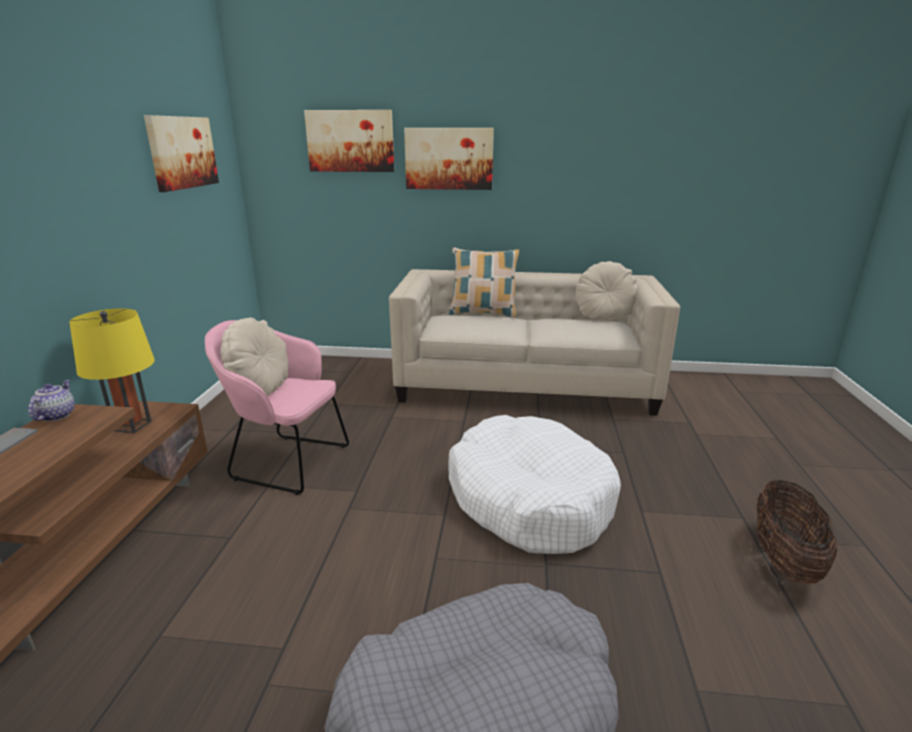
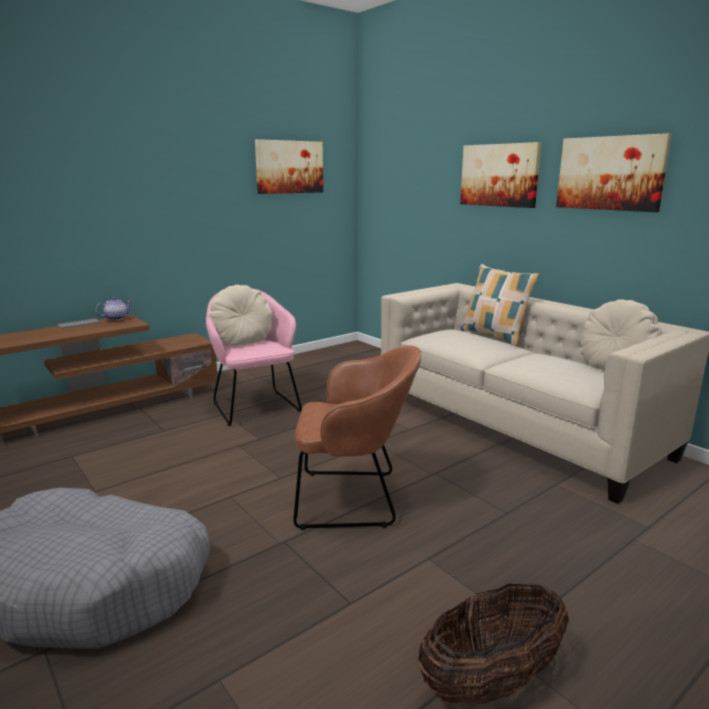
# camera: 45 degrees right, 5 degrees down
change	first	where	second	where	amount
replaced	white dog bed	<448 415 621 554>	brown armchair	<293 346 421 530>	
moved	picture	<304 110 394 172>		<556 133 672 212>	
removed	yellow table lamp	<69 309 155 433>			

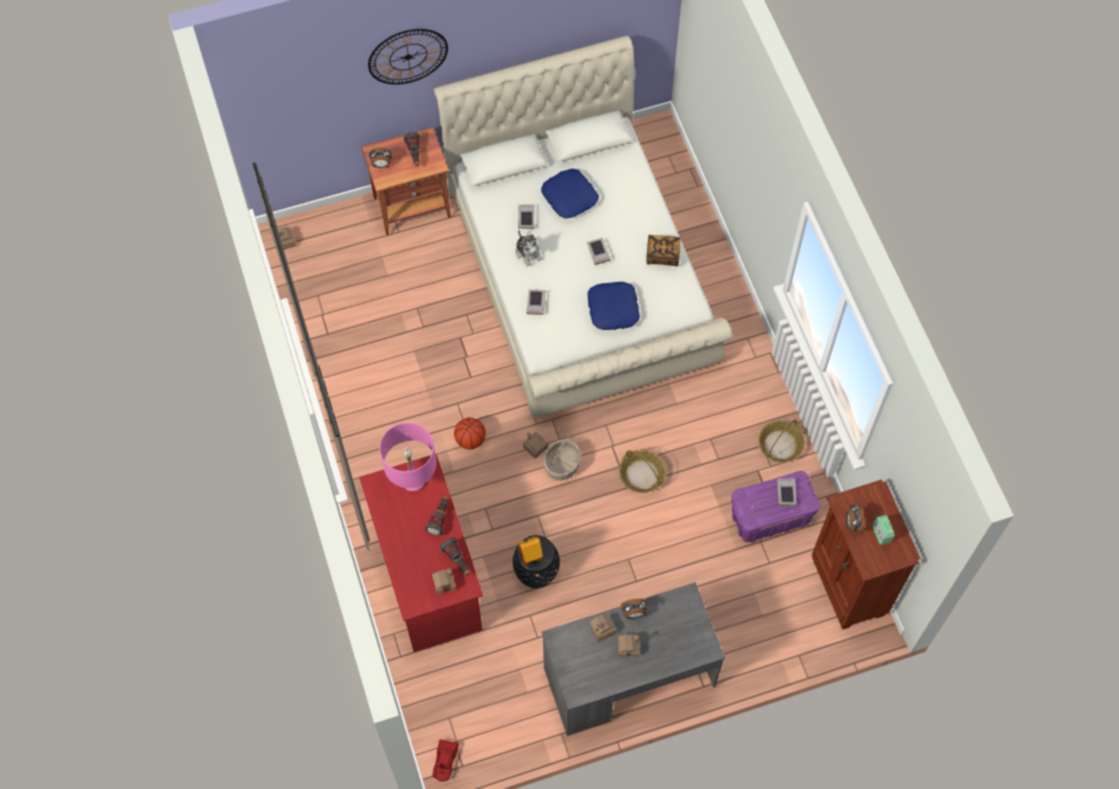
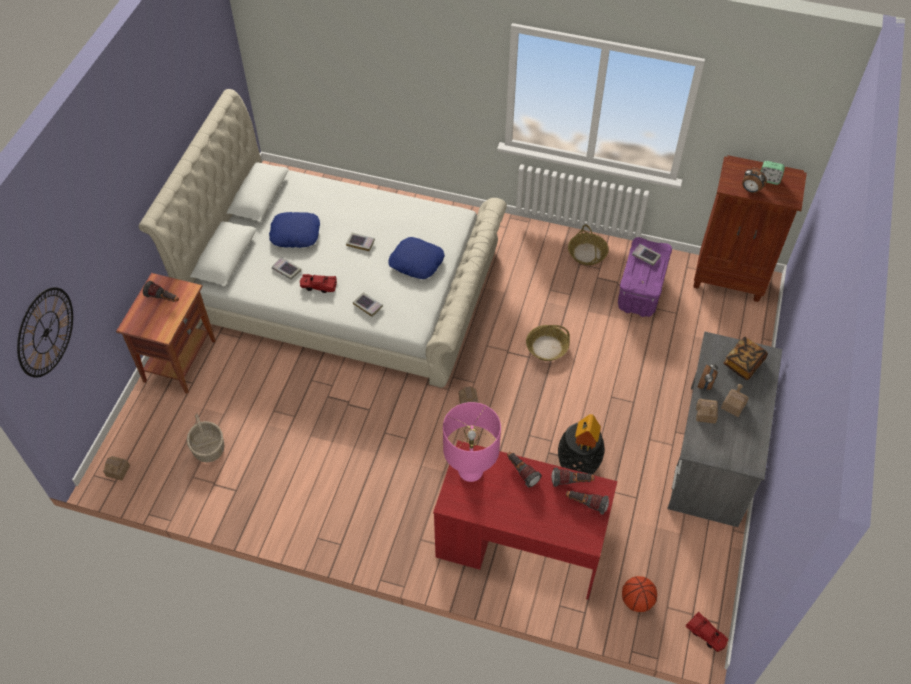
# camera: 55 degrees left, 10 degrees down
change	first	where	second	where	amount
moved	wall clock	<368 29 448 85>		<17 287 73 378>	
moved	basket	<543 436 581 480>		<187 414 225 463>	
replaced	plush toy	<516 229 542 267>	red toy car	<300 274 337 293>	
replaced	toy house	<432 568 456 595>	flashlight	<566 491 609 515>	
moved	basketball	<454 418 486 449>		<622 576 657 612>	
moved	book	<646 235 681 266>		<723 336 768 380>	
removed	alarm clock	<369 148 392 168>			

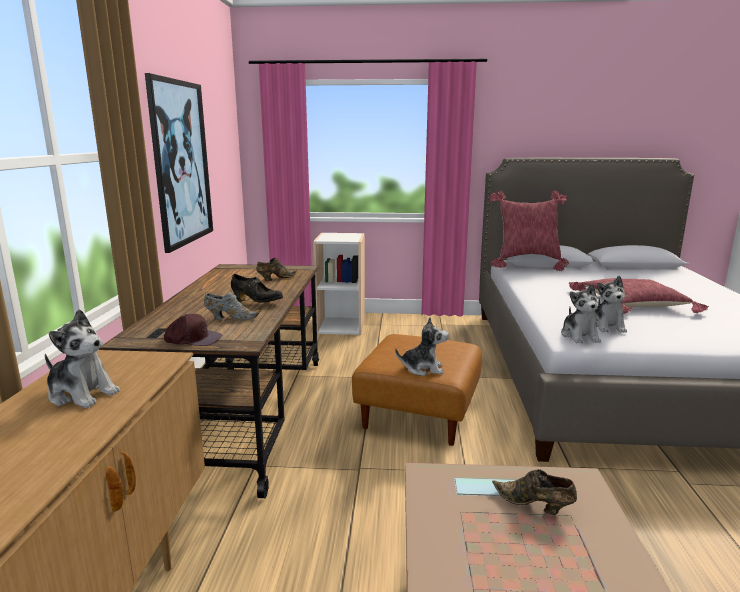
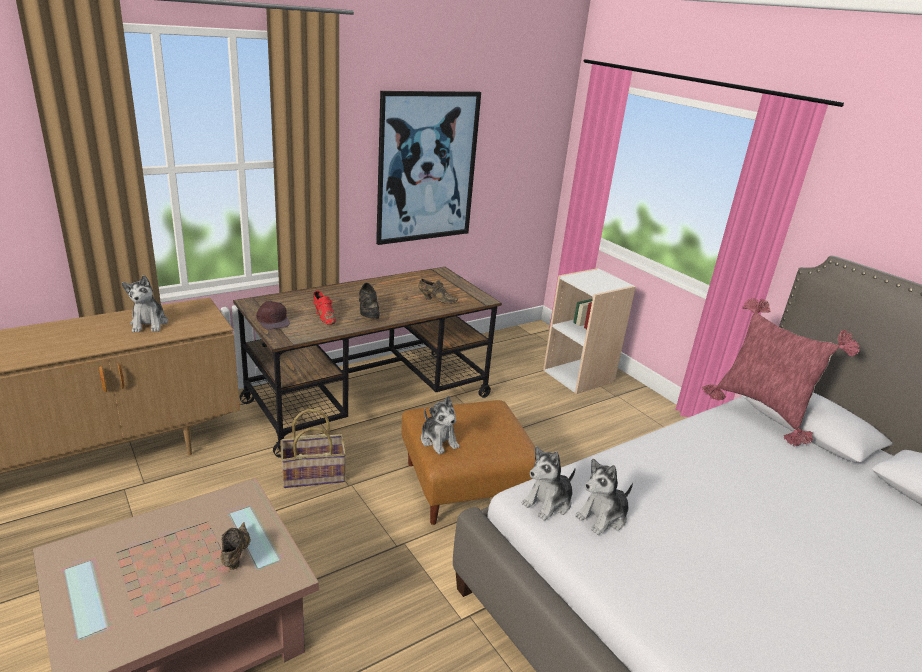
# camera: 50 degrees right, 10 degrees up
change	first	where	second	where	amount
added			basket	<280 409 346 488>	
recoloured	grey shoe	<204 292 259 320>	red shoe	<313 291 336 325>	
removed	red pillow	<569 278 709 314>			

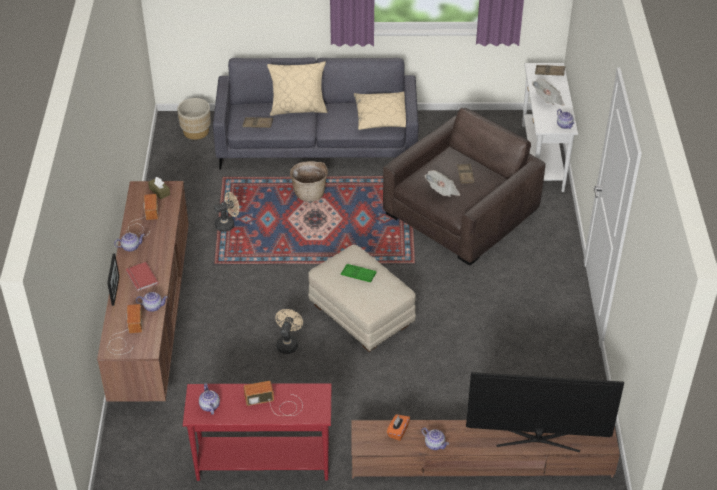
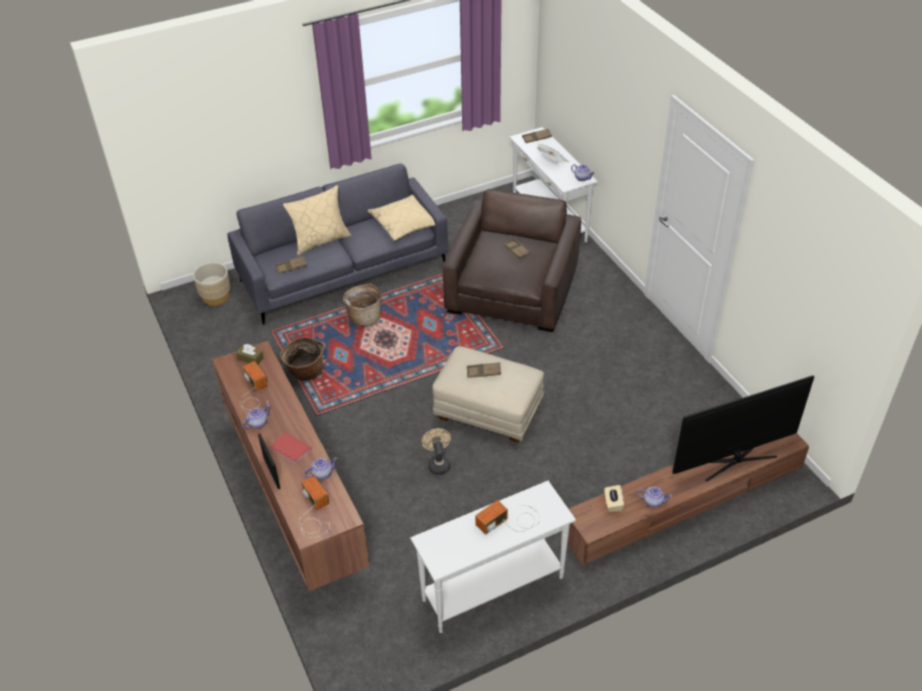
# camera: 25 degrees left, 0 degrees up
change	first	where	second	where	amount
replaced	beige fan	<214 192 240 232>	basket	<280 337 324 381>	
recoloured	red console table	<183 383 332 481>	white console table	<410 481 576 633>	
recoloured	green tray	<341 264 377 282>	brown tray	<467 362 501 378>	
recoloured	orange tissue box	<387 414 410 441>	beige tissue box	<604 485 624 512>	
removed	teapot	<199 383 220 415>			
removed	newspaper	<424 170 461 197>			

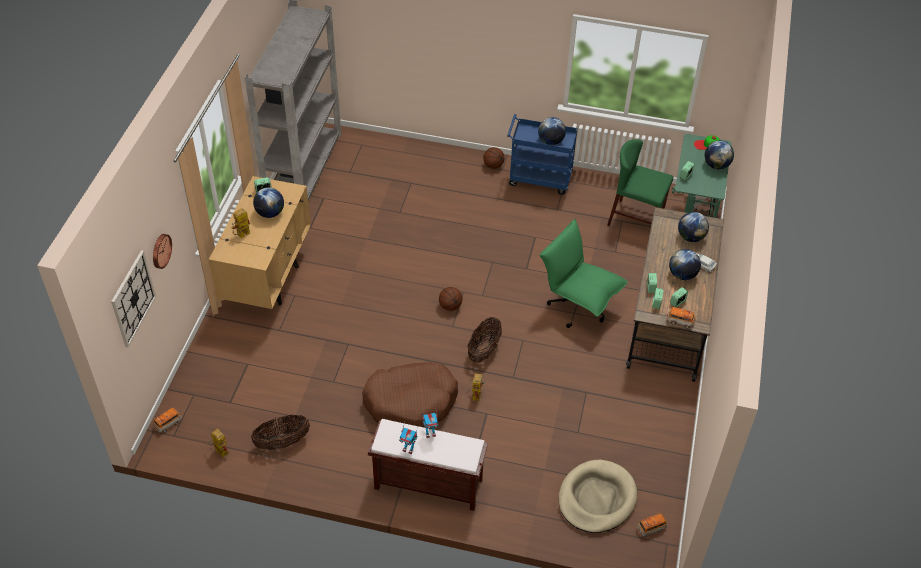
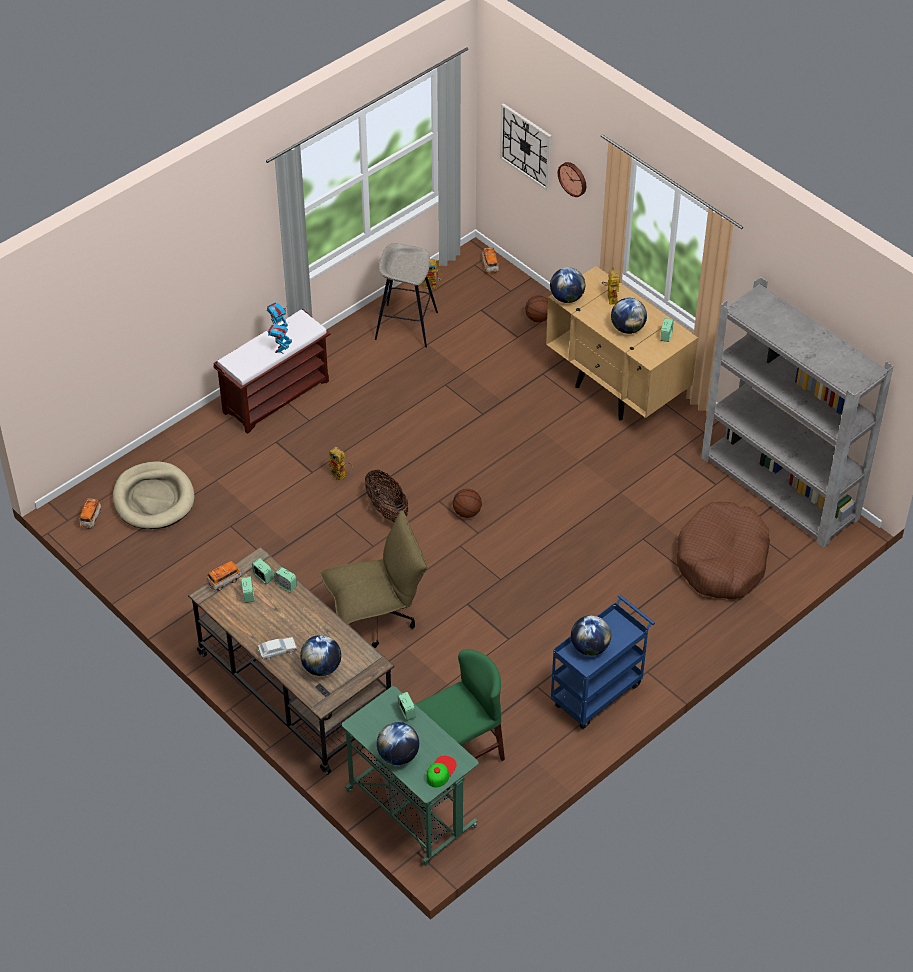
# camera: 125 degrees right, 0 degrees up
change	first	where	second	where	amount
recoloured	green office chair	<540 219 628 328>	beige office chair	<320 510 428 648>	
replaced	basket	<251 415 310 450>	grey stool	<375 243 438 348>	
moved	basketball	<483 147 505 169>		<525 295 548 322>	
moved	globe	<669 249 701 280>		<550 267 585 303>	
moved	brown dog bed	<362 362 458 428>		<677 501 770 599>	

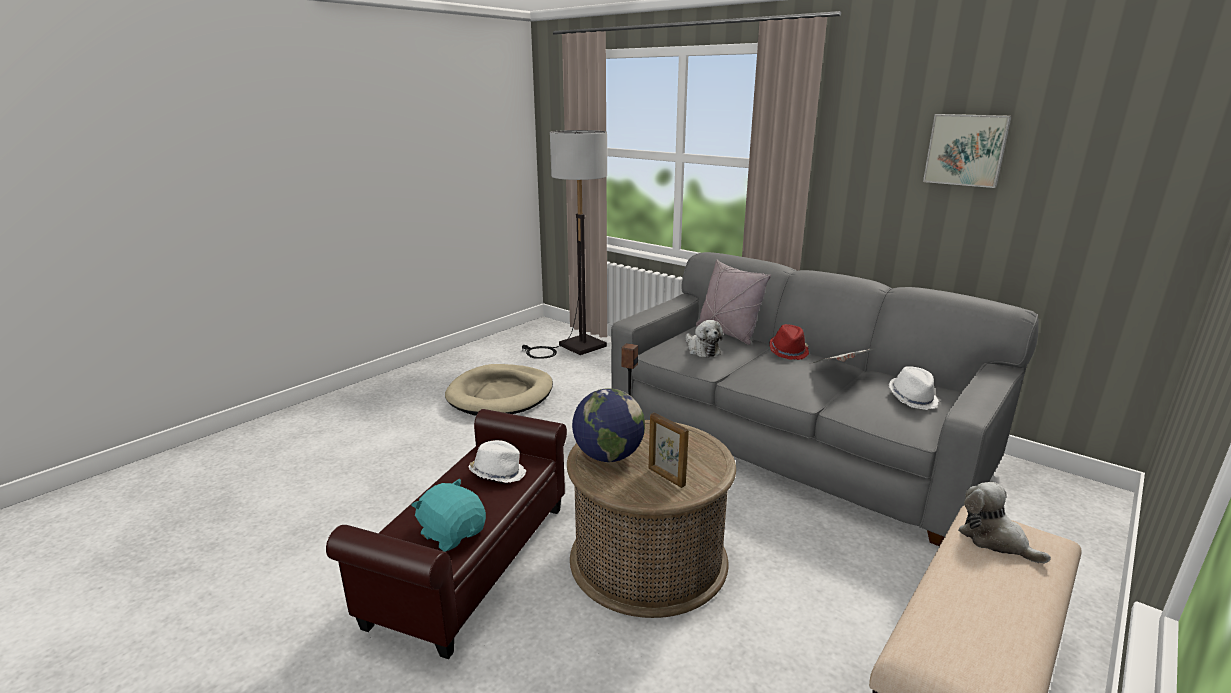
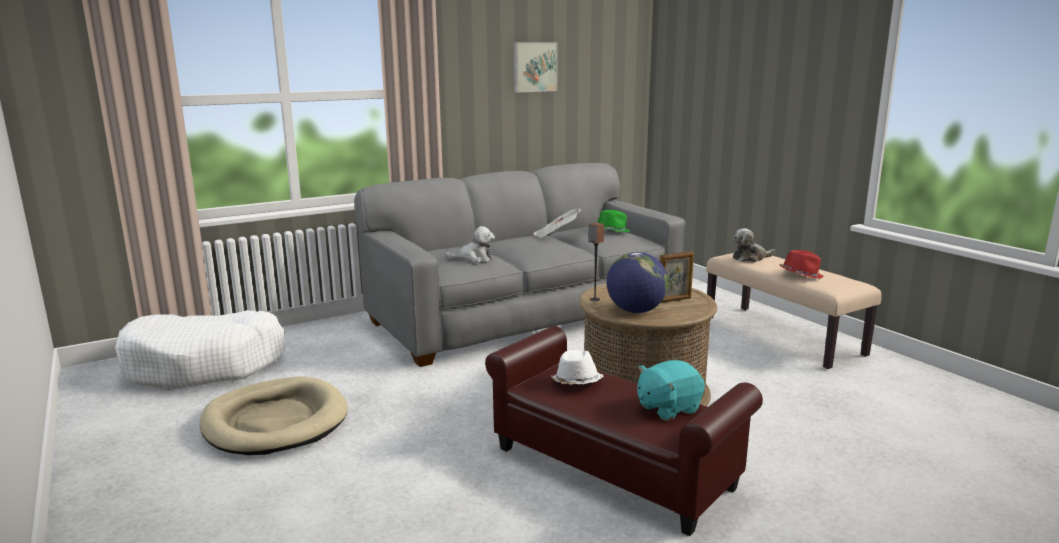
# camera: 70 degrees left, 5 degrees down
change	first	where	second	where	amount
replaced	floor lamp	<522 130 607 359>	white dog bed	<115 310 285 390>	
recoloured	white hat	<889 366 939 410>	green hat	<596 210 630 232>	
moved	red hat	<769 324 809 360>		<780 250 823 279>	
removed	purple pillow	<696 259 771 345>			

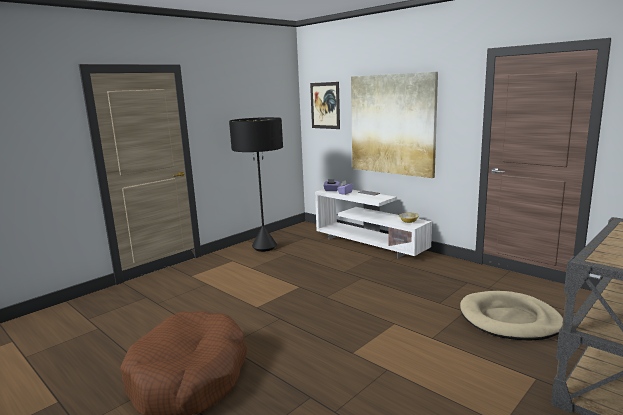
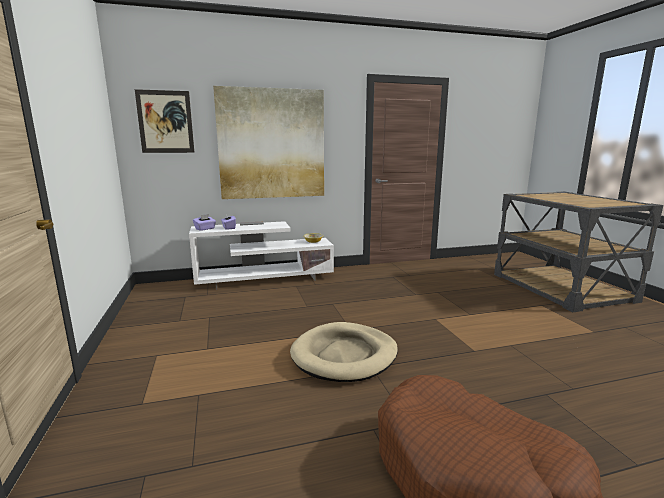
# camera: 60 degrees left, 0 degrees up
change	first	where	second	where	amount
moved	beige dog bed	<460 291 563 341>		<290 322 398 382>	
removed	black floor lamp	<229 117 283 252>			

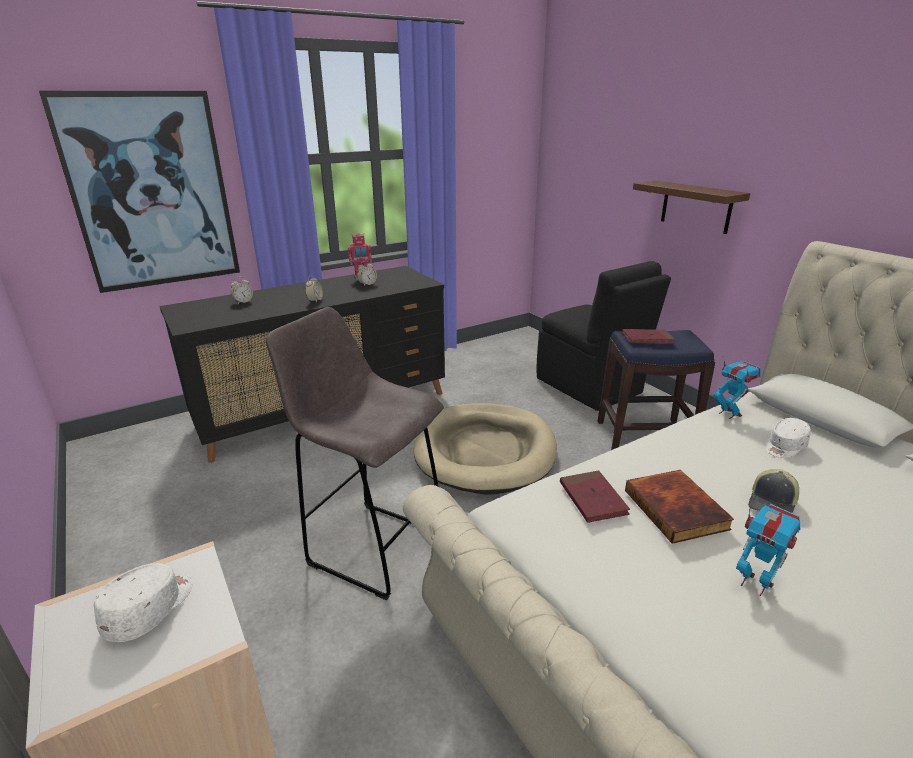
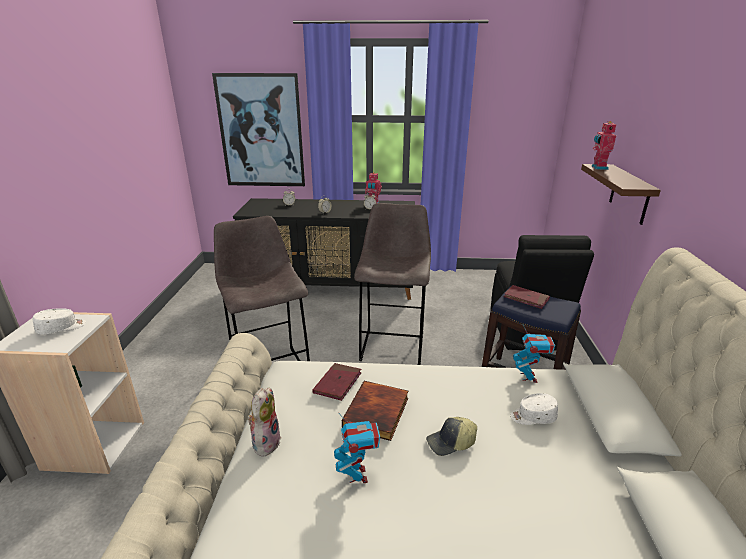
# camera: 35 degrees right, 0 degrees up
change	first	where	second	where	amount
added			plush toy	<247 388 281 457>	
replaced	beige dog bed	<414 403 557 495>	grey stool	<354 203 431 365>	
added			toy robot	<591 121 616 170>	

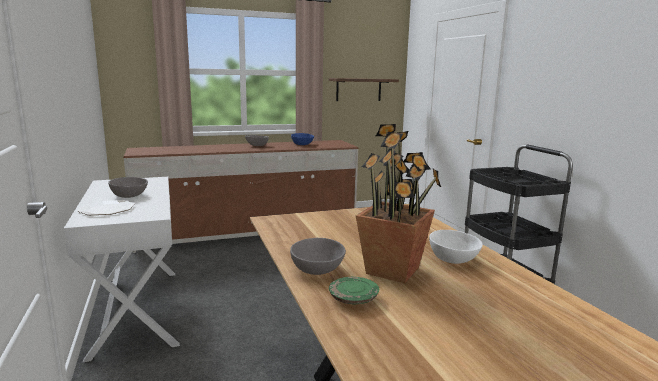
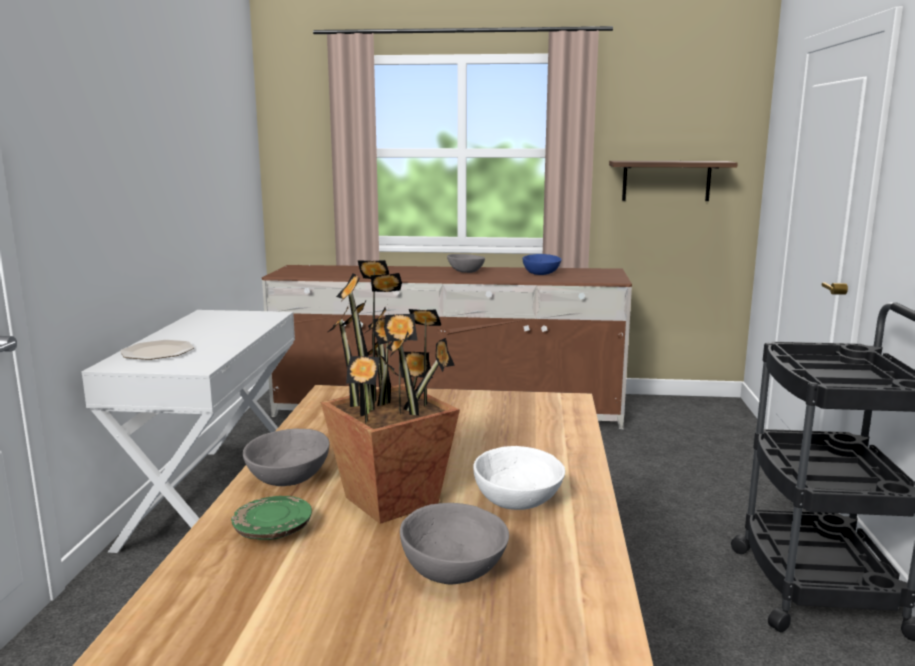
# camera: 25 degrees right, 0 degrees up
change	first	where	second	where	amount
moved	grey bowl	<108 177 148 198>		<400 503 509 584>	

